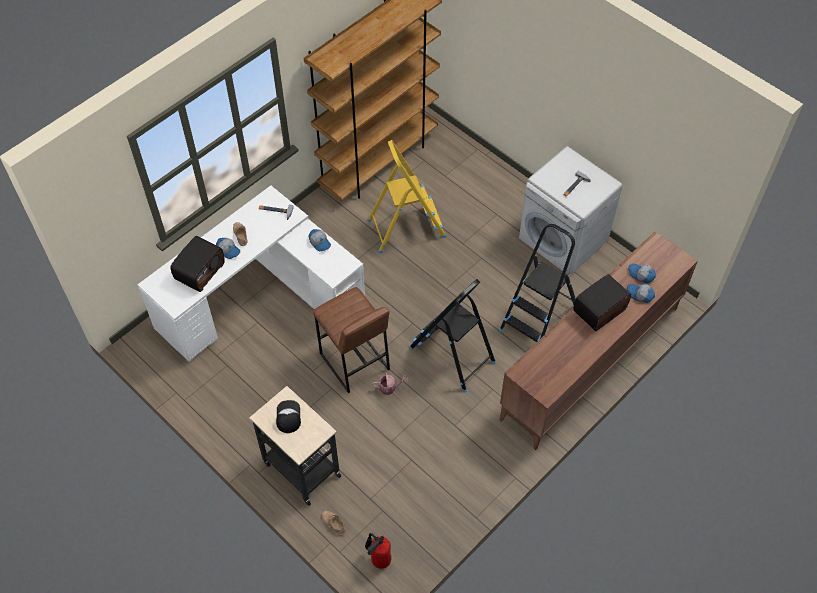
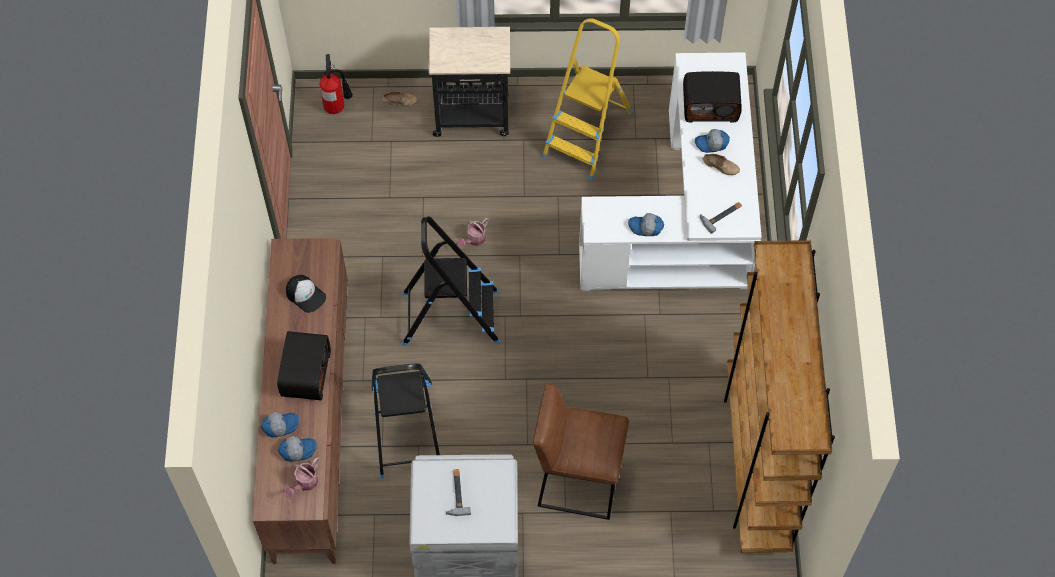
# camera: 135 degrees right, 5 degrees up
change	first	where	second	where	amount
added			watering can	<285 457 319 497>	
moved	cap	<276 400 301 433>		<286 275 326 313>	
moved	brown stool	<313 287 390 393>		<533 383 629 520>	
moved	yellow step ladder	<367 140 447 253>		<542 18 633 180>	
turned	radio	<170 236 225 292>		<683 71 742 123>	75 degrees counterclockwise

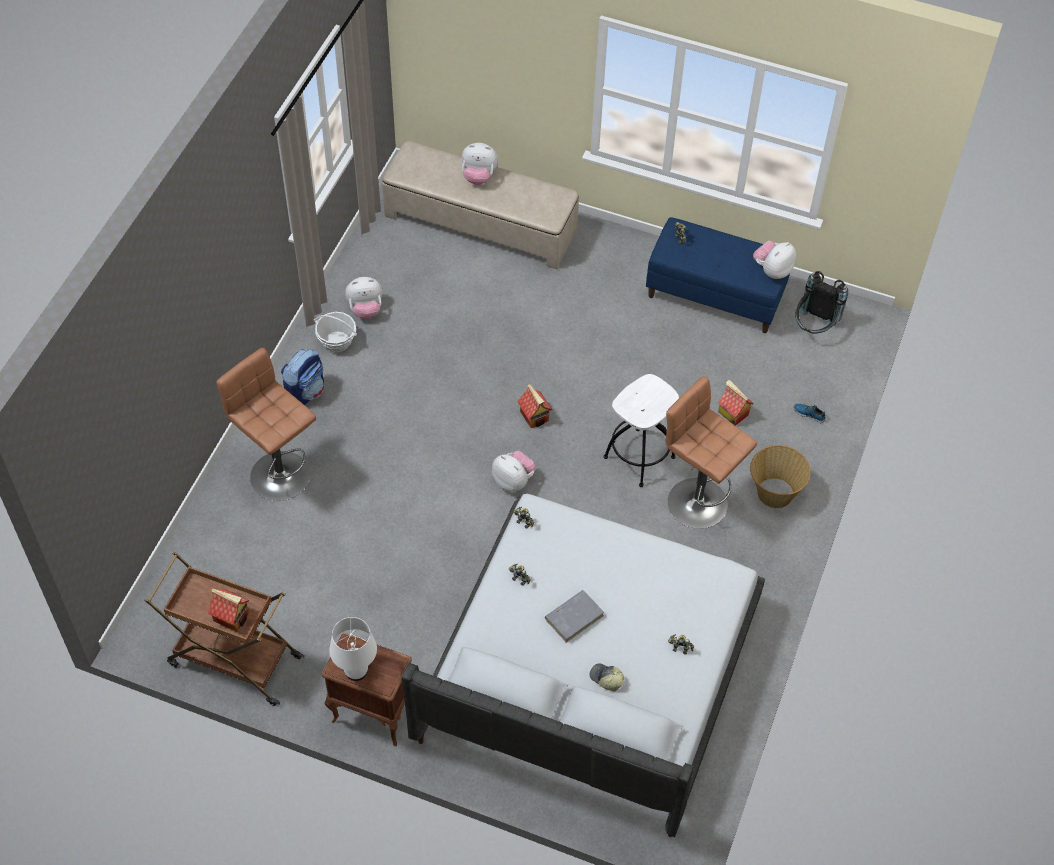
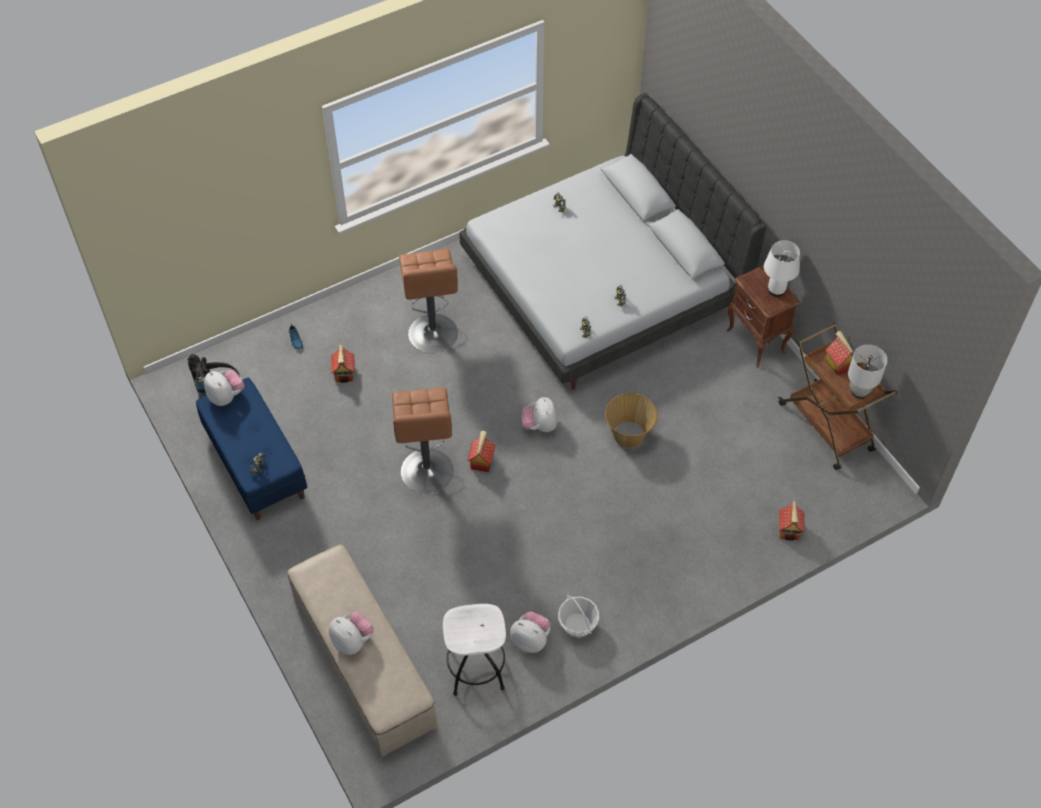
# camera: 140 degrees left, 0 degrees up
change	first	where	second	where	amount
turned	plush toy	<753 241 796 279>		<204 370 245 406>	120 degrees counterclockwise
moved	brown stool	<216 348 316 501>		<392 387 454 494>	
moved	white stool	<604 374 679 487>		<443 604 506 696>	
moved	basket	<750 445 811 508>		<605 393 658 448>	
added			toy house	<779 500 804 541>	
added			white table lamp	<848 345 888 398>	
removed	backpack	<281 349 324 405>			
removed	grey book	<545 590 604 643>			
removed	cap	<590 663 624 691>			

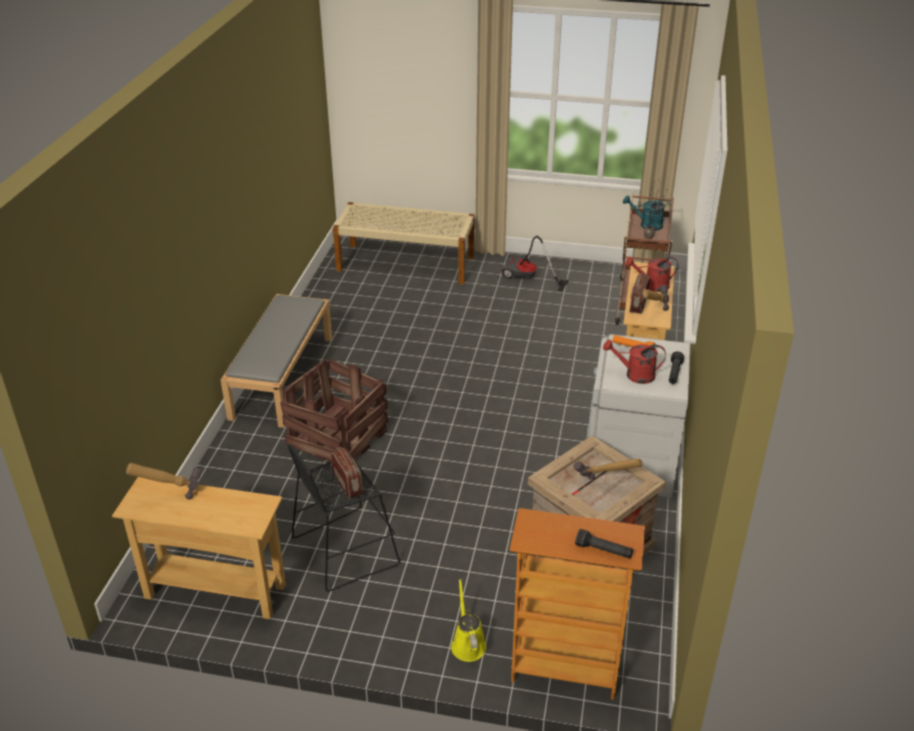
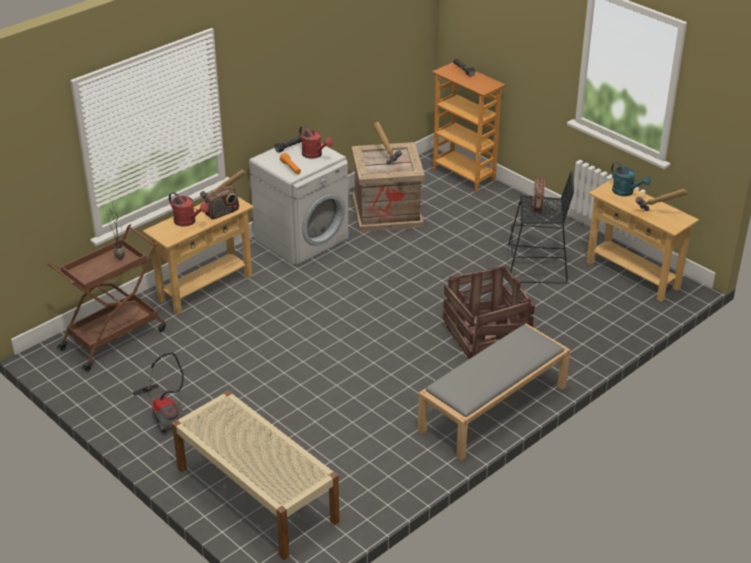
# camera: 145 degrees left, 0 degrees up
change	first	where	second	where	amount
moved	turquoise watering can	<623 195 671 231>		<611 162 651 196>	
removed	yellow watering can	<451 579 486 662>			

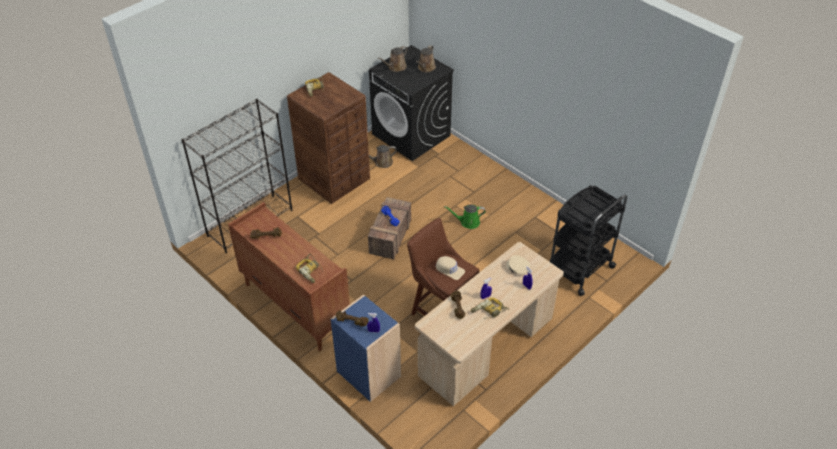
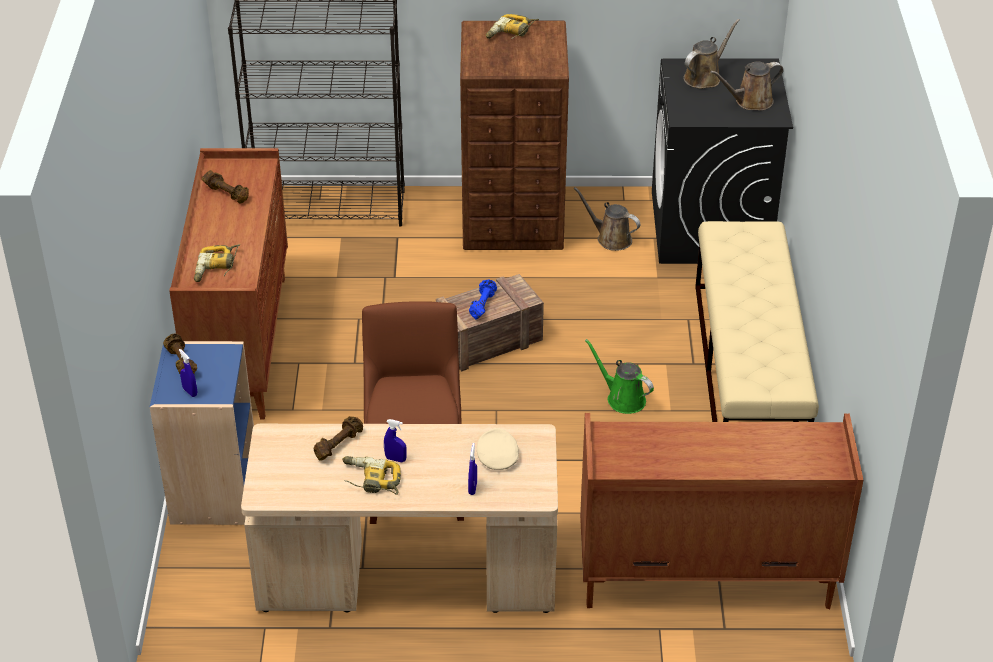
# camera: 45 degrees right, 5 degrees down
change	first	where	second	where	amount
replaced	black cart	<550 185 627 296>	brown cabinet	<580 413 863 609>	
turned	brown watering can	<378 46 408 72>		<683 19 740 89>	135 degrees clockwise
added			beige bench	<695 221 819 422>	
removed	beige cap	<436 256 465 280>			

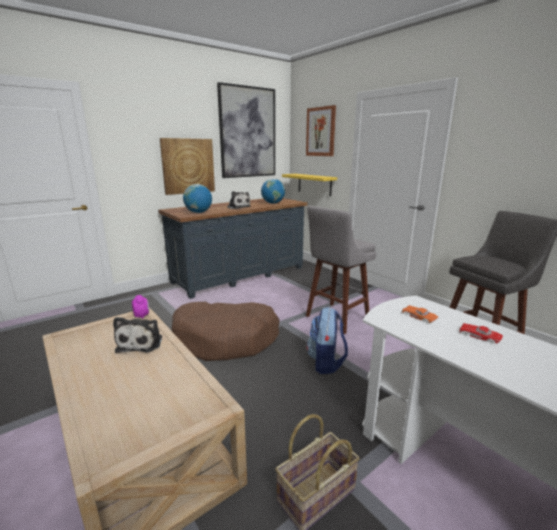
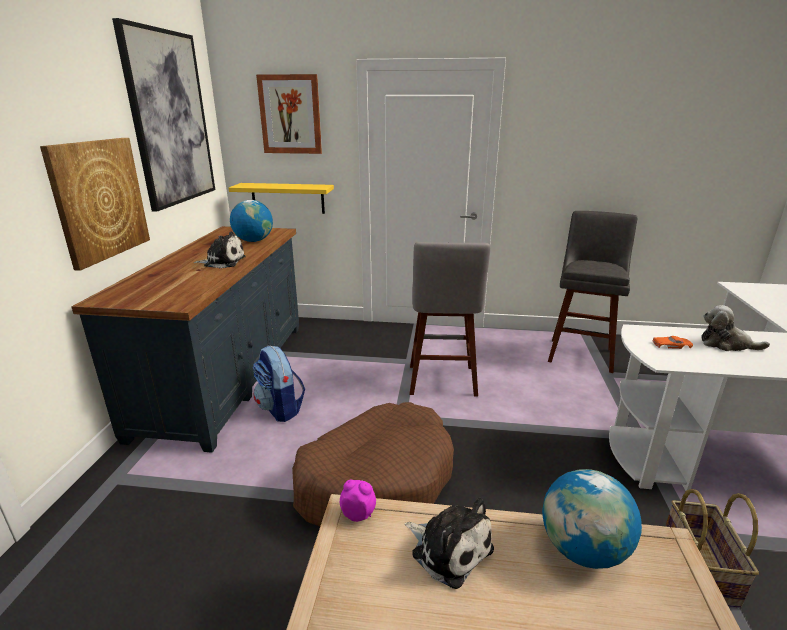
# camera: 45 degrees left, 5 degrees up
change	first	where	second	where	amount
moved	backpack	<306 307 348 374>		<253 346 305 422>	
moved	globe	<183 184 212 213>		<542 469 642 569>	
replaced	red toy car	<459 323 503 343>	plush toy	<701 305 770 351>	

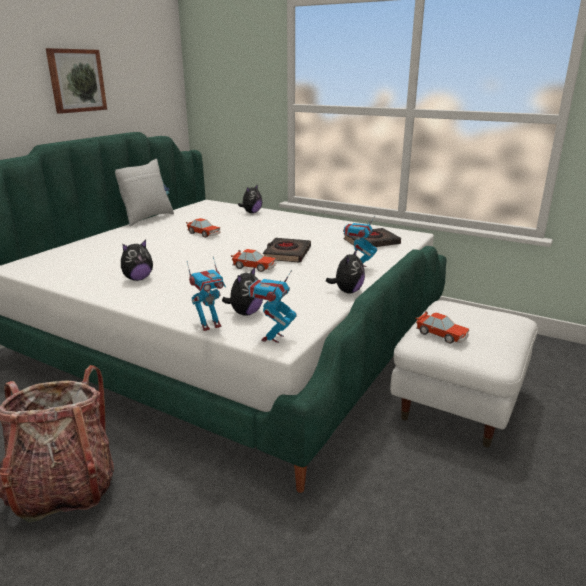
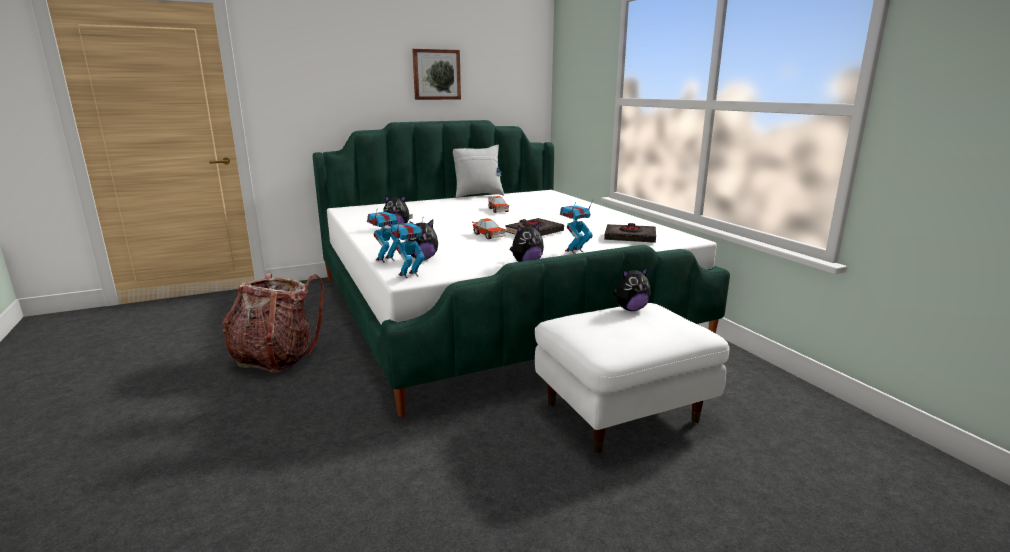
# camera: 35 degrees right, 5 degrees down
change	first	where	second	where	amount
turned	toy robot	<187 256 226 331>		<367 208 401 263>	135 degrees clockwise
moved	plush toy	<238 184 262 213>		<613 267 651 311>	
removed	toy car	<416 311 469 344>			

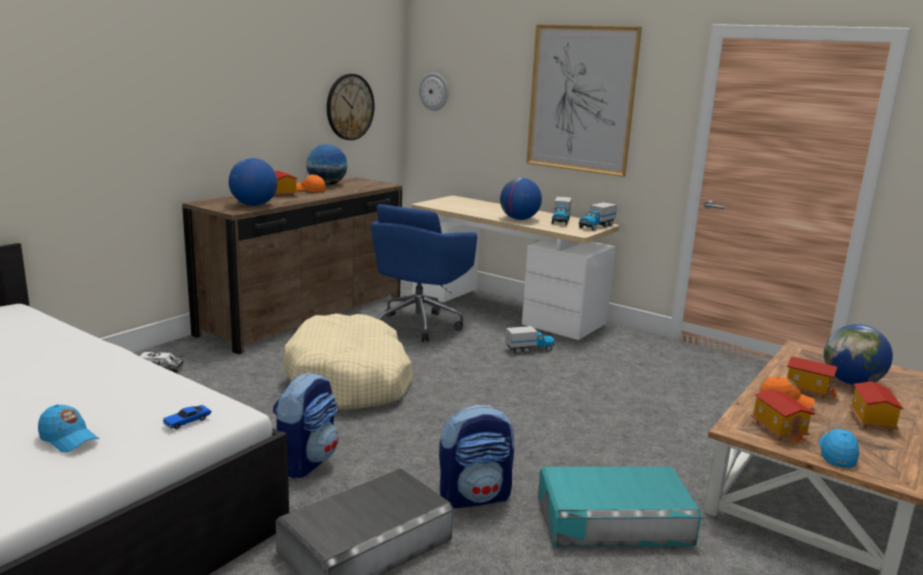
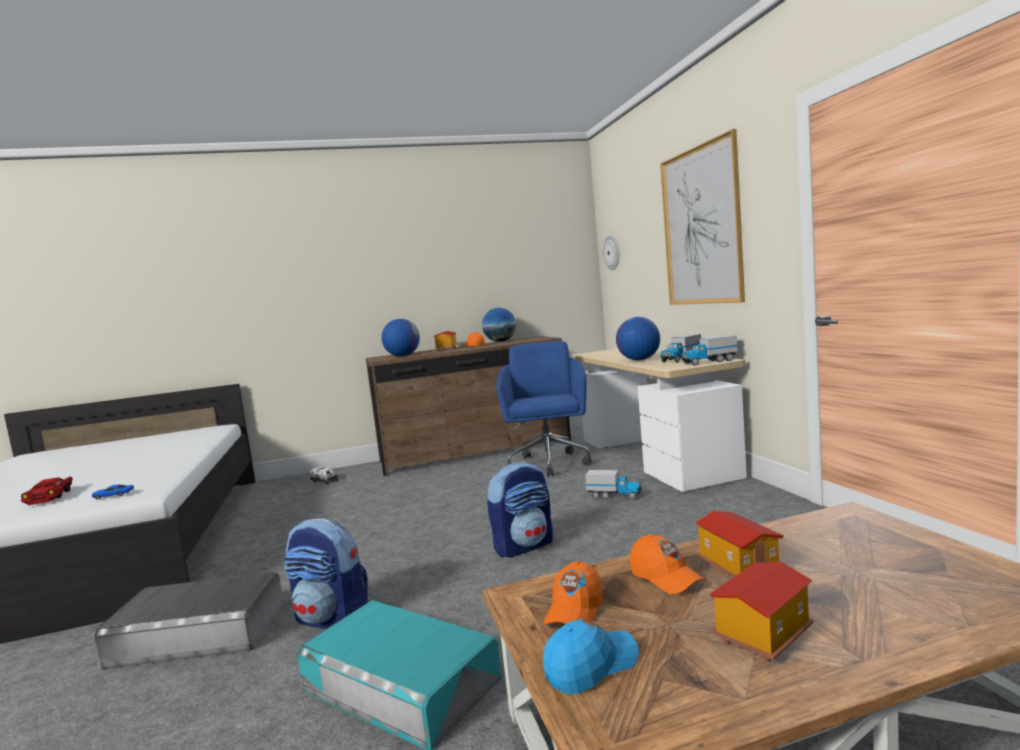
# camera: 40 degrees right, 10 degrees down
change	first	where	second	where	amount
replaced	blue cap	<38 404 99 453>	red toy car	<21 477 73 505>	
moved	backpack	<273 372 338 478>		<487 461 553 557>	
turned	blue office chair	<371 204 477 342>		<496 341 591 477>	120 degrees clockwise
replaced	toy house	<751 388 815 444>	orange cap	<543 561 603 624>	
removed	beige dog bed	<283 314 413 410>			
removed	wall clock	<327 74 375 140>			
removed	globe	<824 324 893 385>			

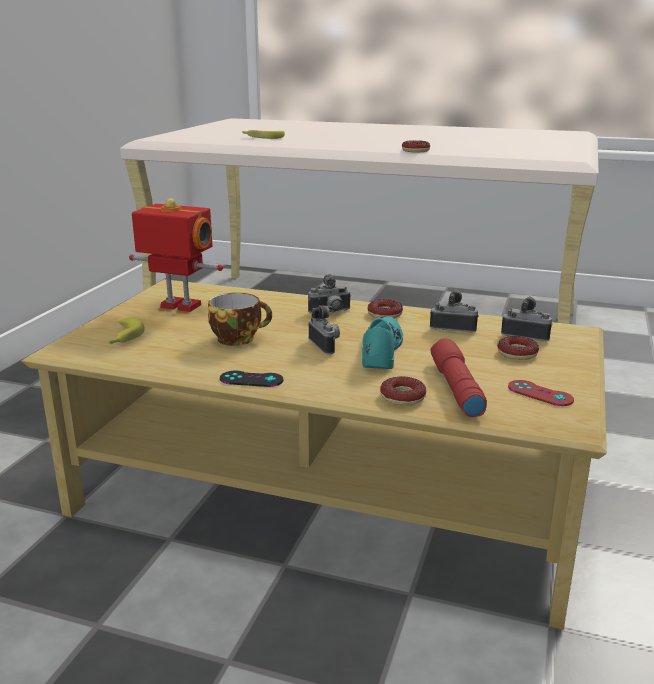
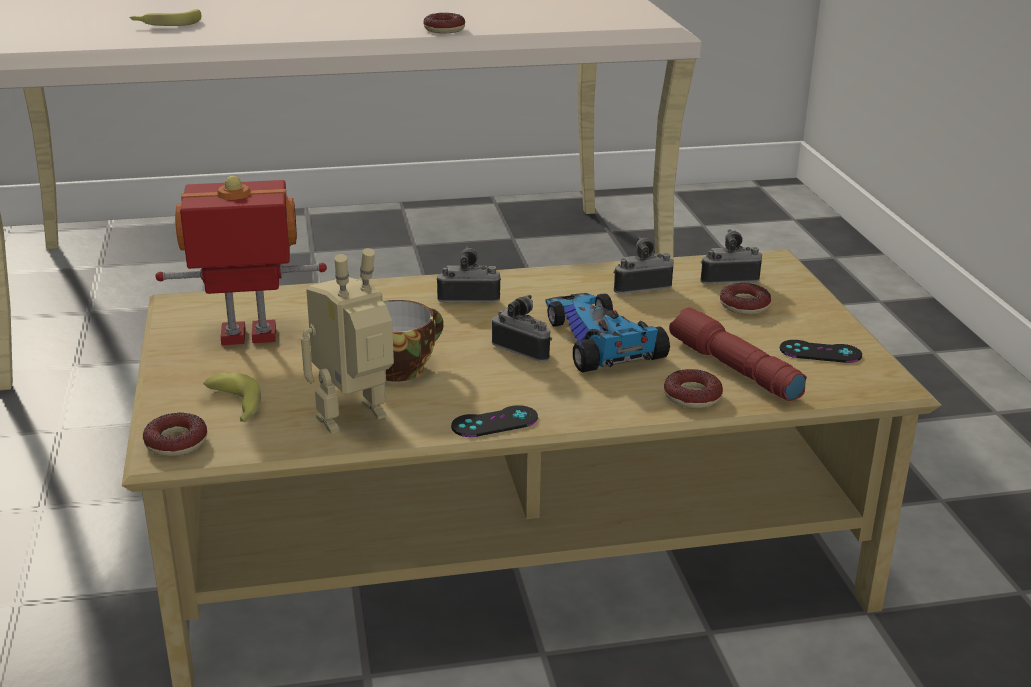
# camera: 30 degrees left, 5 degrees up
change	first	where	second	where	amount
moved	donut	<367 299 403 318>		<143 413 207 456>	
added			toy robot	<301 248 394 433>	
turned	photo camera	<308 274 351 313>		<437 246 501 303>	135 degrees counterclockwise
replaced	turquoise shoe	<362 316 403 369>	toy car	<546 293 670 373>	
recoloured	red game controller	<508 380 574 406>	black game controller	<780 340 862 363>	

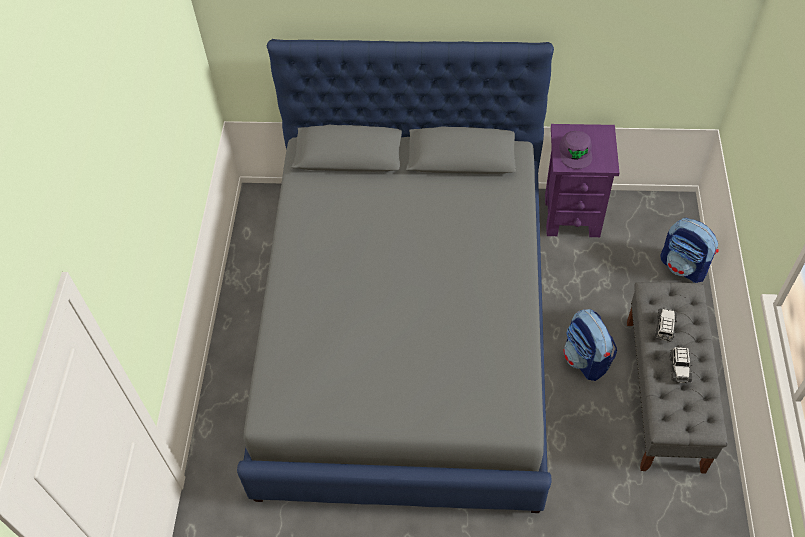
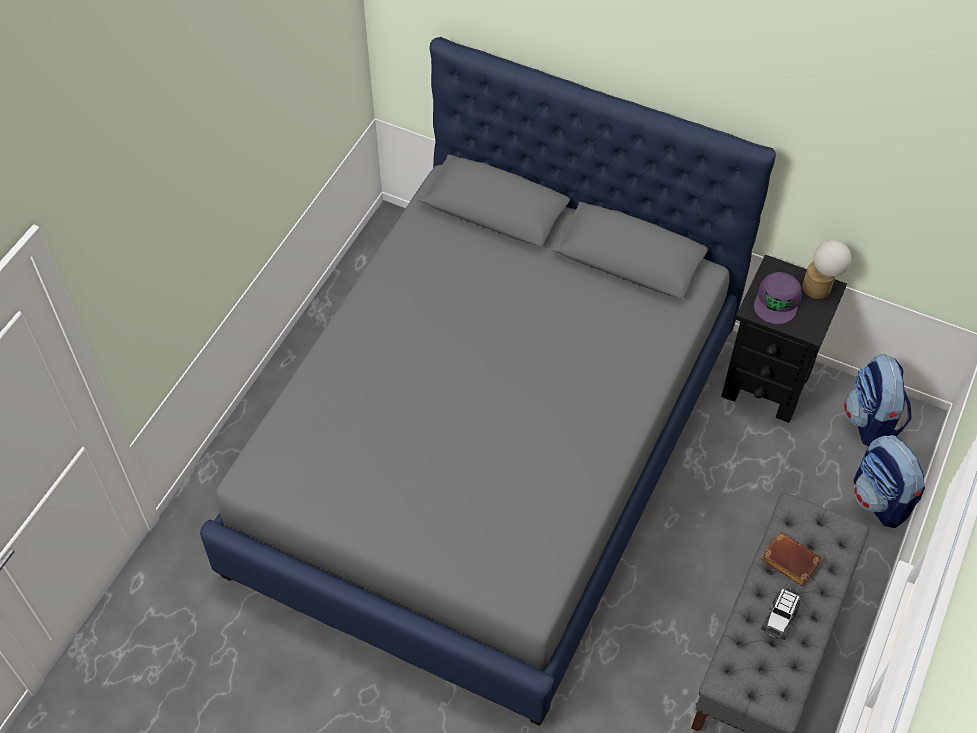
# camera: 20 degrees right, 0 degrees up
change	first	where	second	where	amount
recoloured	purple nightstand	<545 124 619 237>	black nightstand	<721 255 847 423>	
replaced	toy car	<655 308 677 342>	brown book	<761 532 822 587>	
added			table lamp	<802 240 851 299>	
moved	backpack	<563 309 617 381>		<844 354 912 447>	

